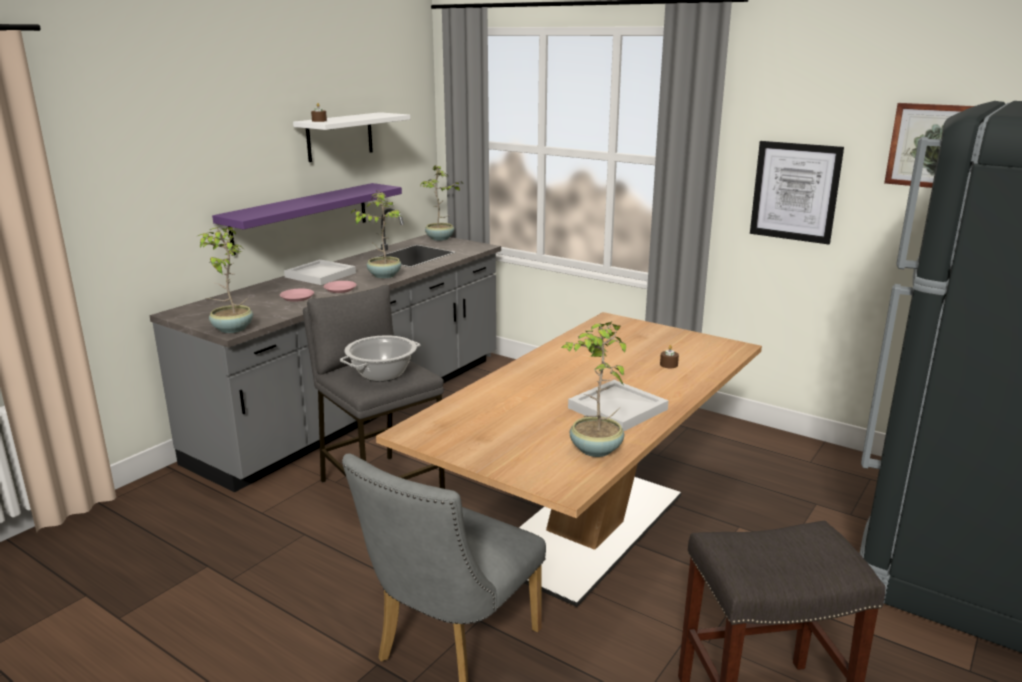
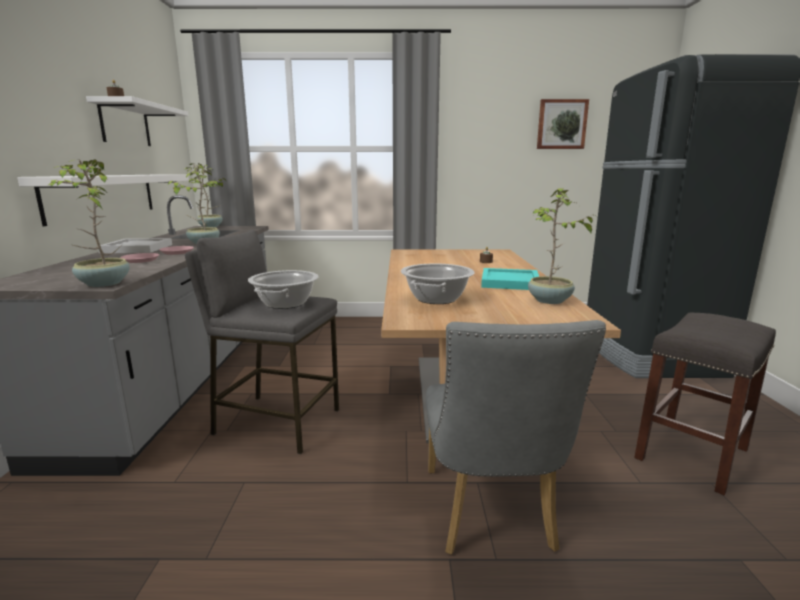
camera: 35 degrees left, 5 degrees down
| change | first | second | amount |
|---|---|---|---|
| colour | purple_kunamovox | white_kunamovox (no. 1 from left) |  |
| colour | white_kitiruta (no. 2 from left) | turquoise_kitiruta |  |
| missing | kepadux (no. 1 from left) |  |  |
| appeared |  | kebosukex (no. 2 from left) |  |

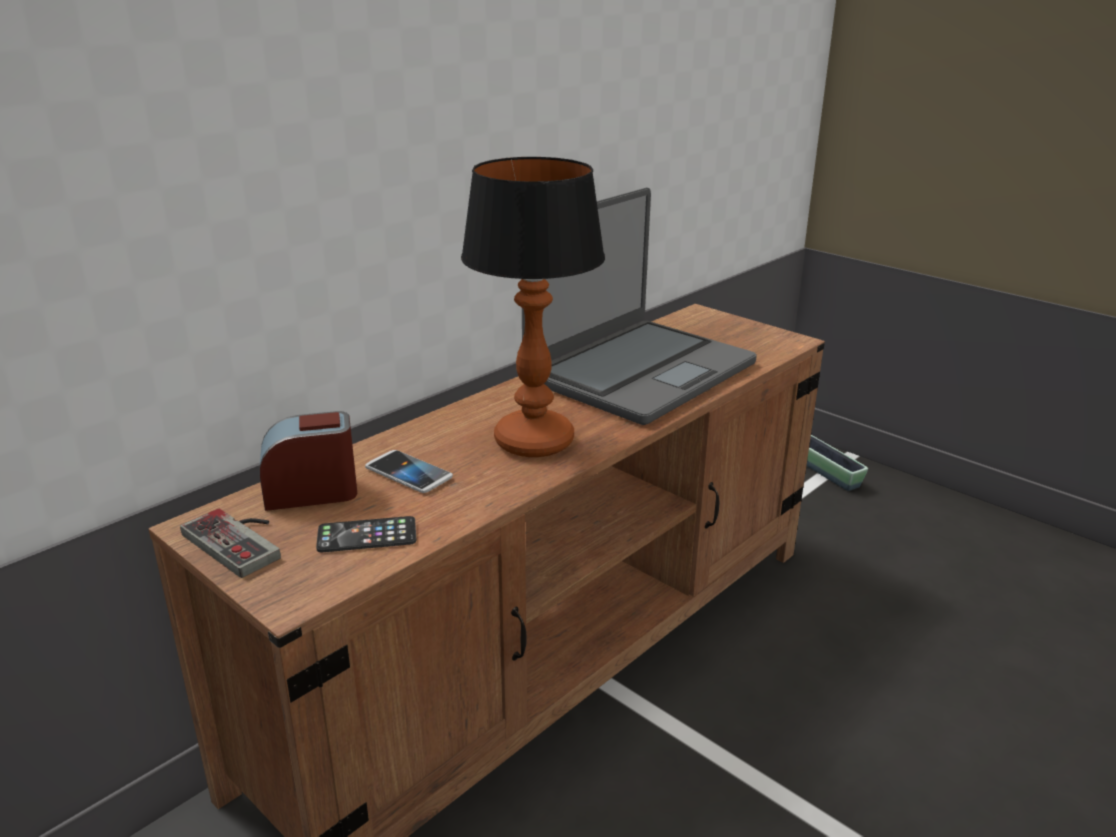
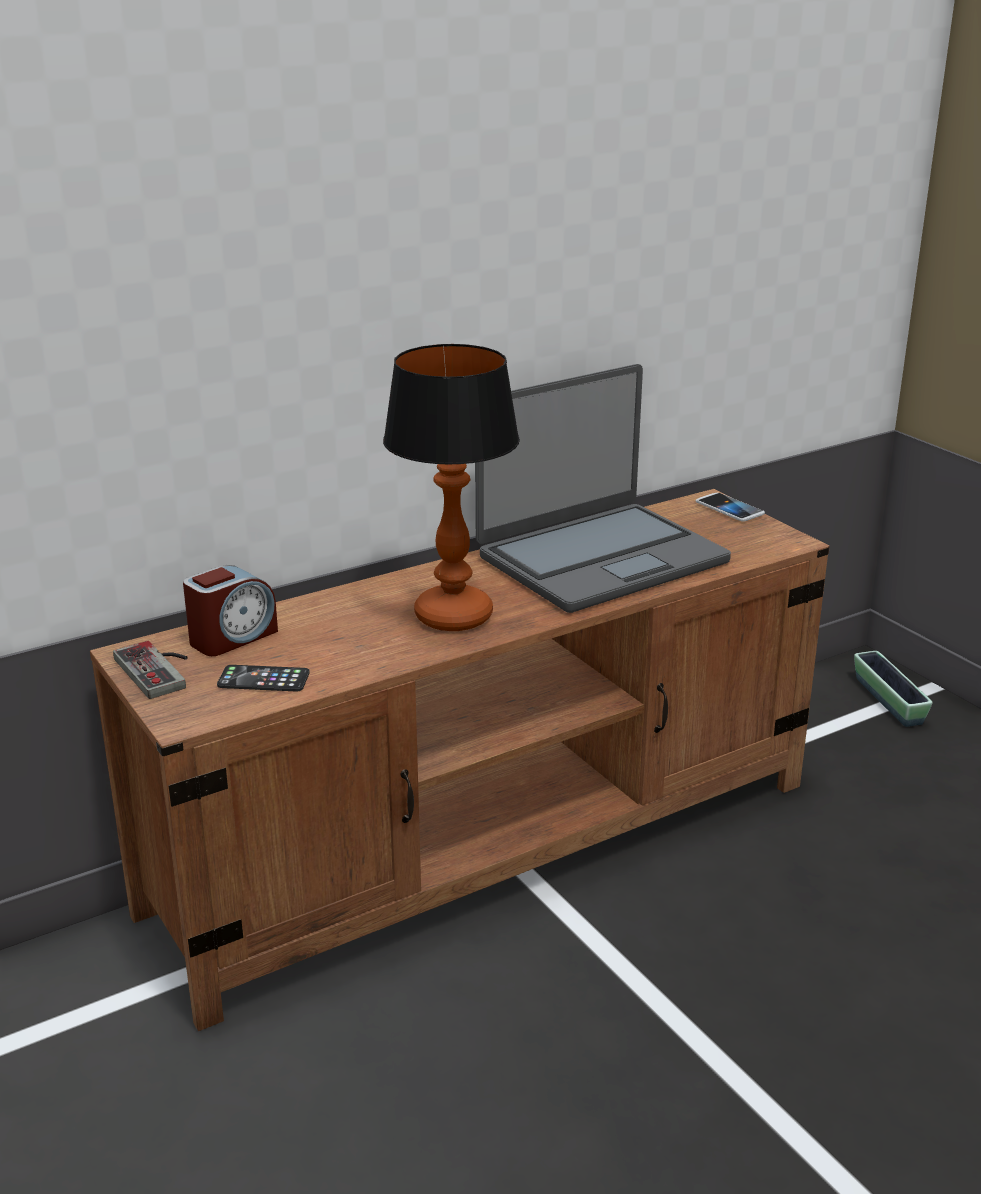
camera: 15 degrees right, 0 degrees up
| change | first | second | amount |
|---|---|---|---|
| spun | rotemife |  | 135 degrees clockwise |
| relocated | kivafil (no. 2 from left) |  |  |

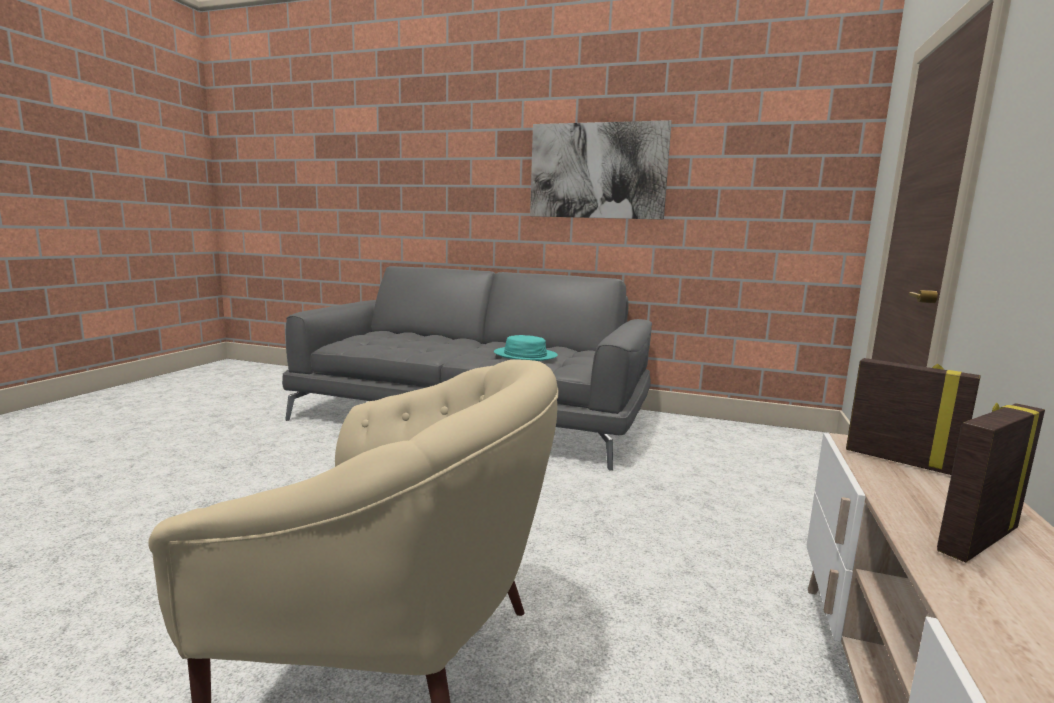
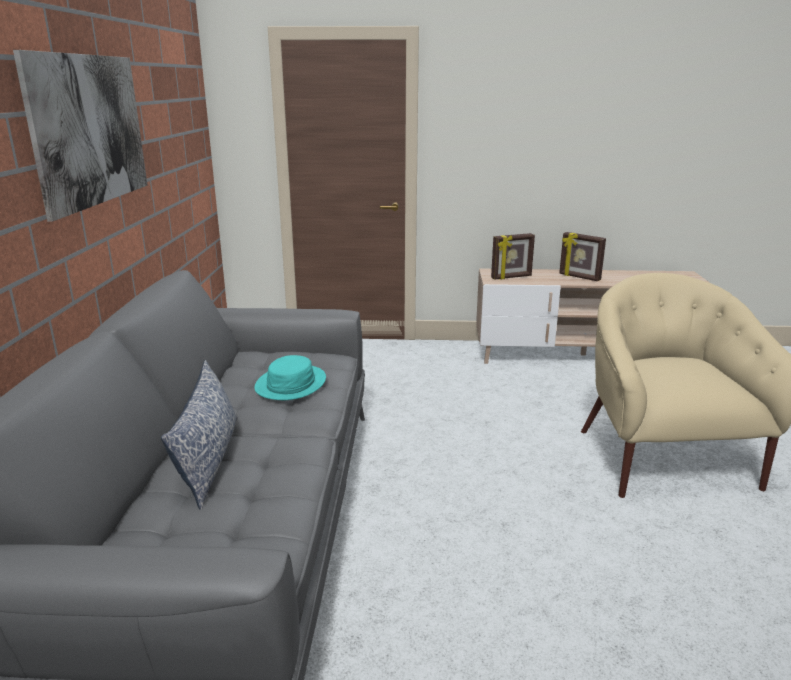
camera: 105 degrees left, 10 degrees up
| change | first | second | amount |
|---|---|---|---|
| spun | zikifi (no. 1 from left) |  | 135 degrees counterclockwise |
| appeared |  | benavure |  |

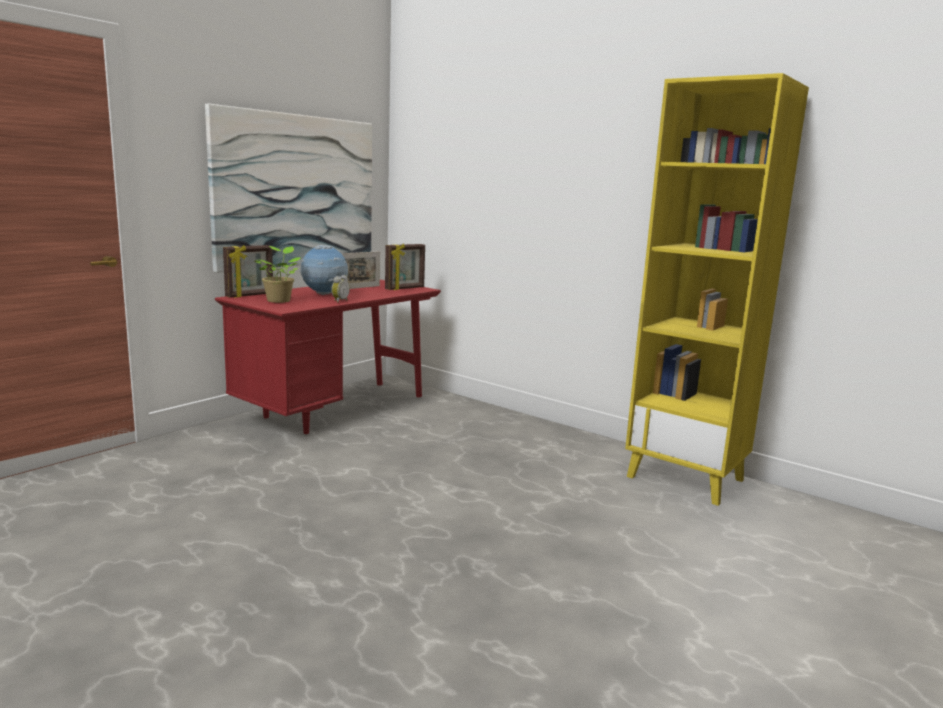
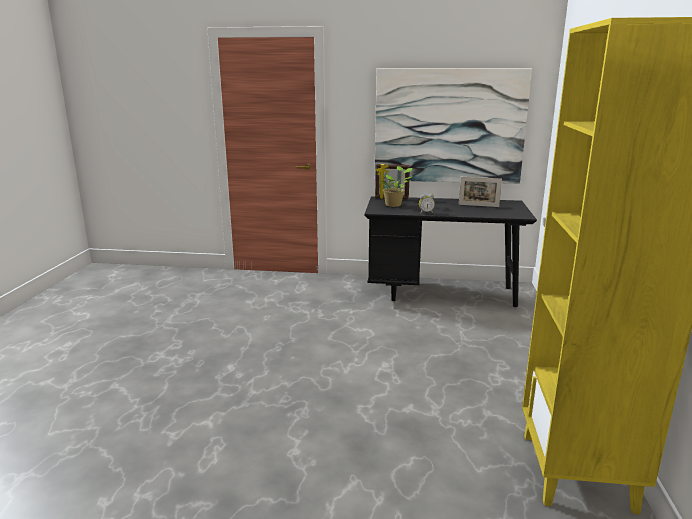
camera: 60 degrees right, 5 degrees up
| change | first | second | amount |
|---|---|---|---|
| colour | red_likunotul | black_likunotul |  |
| missing | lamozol |  |  |
| missing | zikifi (no. 3 from left) |  |  |

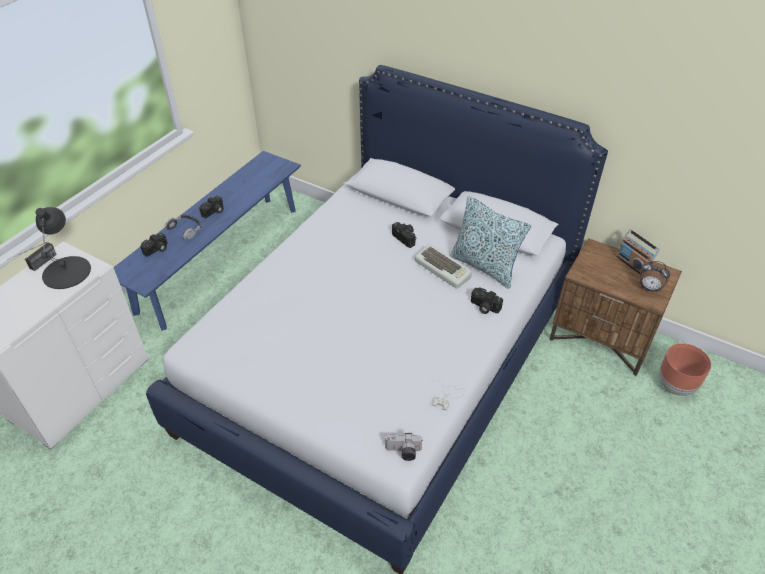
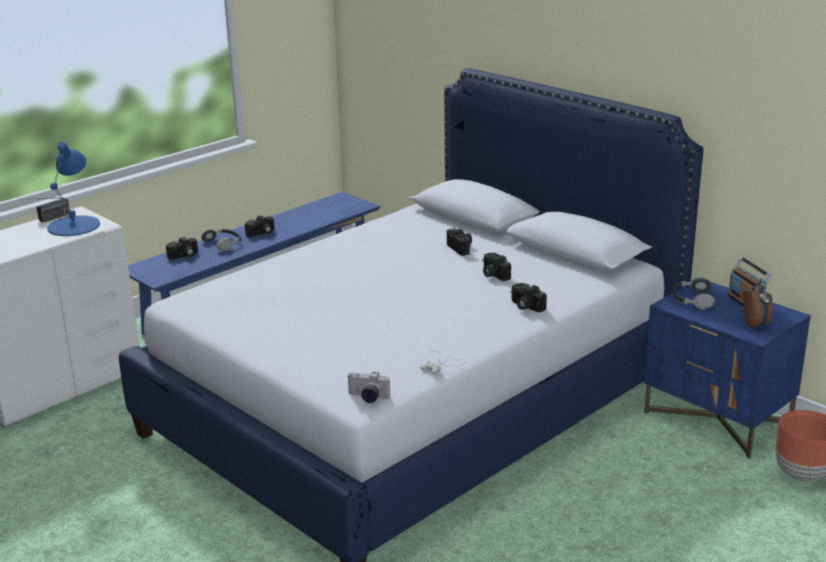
camera: 15 degrees right, 20 degrees down
| change | first | second | amount |
|---|---|---|---|
| colour | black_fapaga | blue_fapaga |  |
| exchanged | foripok | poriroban (no. 5 from left) |  |
| missing | benavure |  |  |
| colour | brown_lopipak | blue_lopipak |  |
| spun | rotemife |  | 135 degrees counterclockwise |
| appeared |  | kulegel (no. 2 from left) |  |

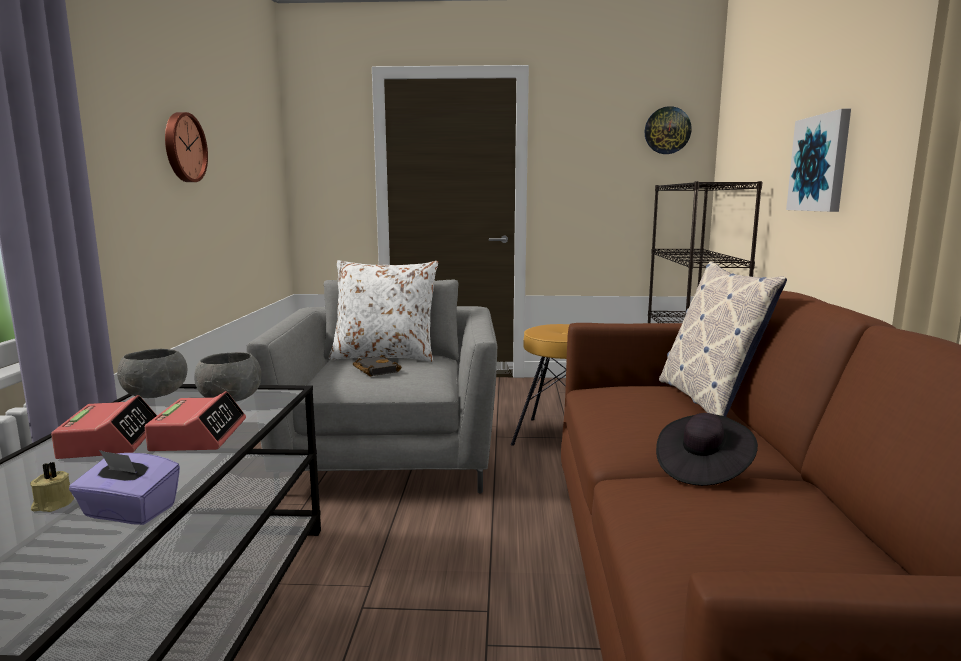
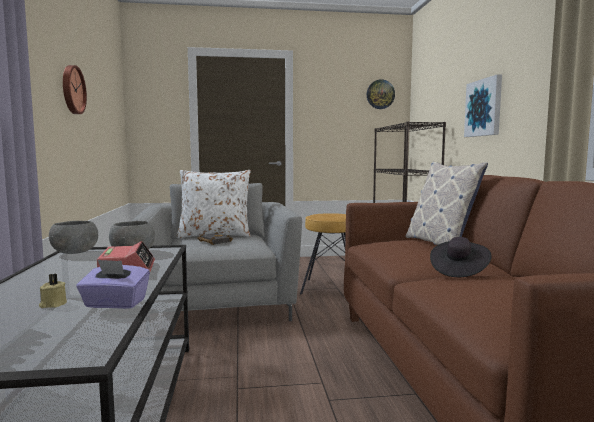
camera: 10 degrees left, 5 degrees down
| change | first | second | amount |
|---|---|---|---|
| missing | rotemife (no. 1 from left) |  |  |

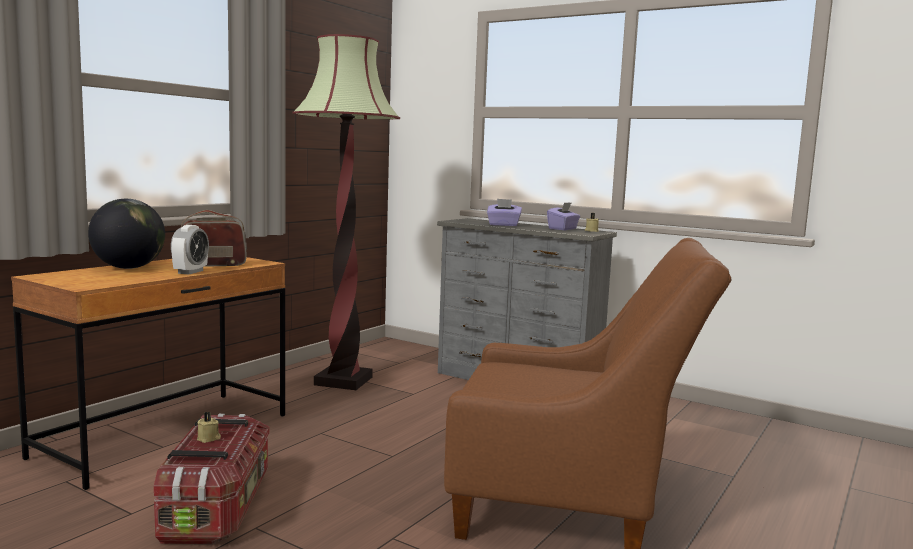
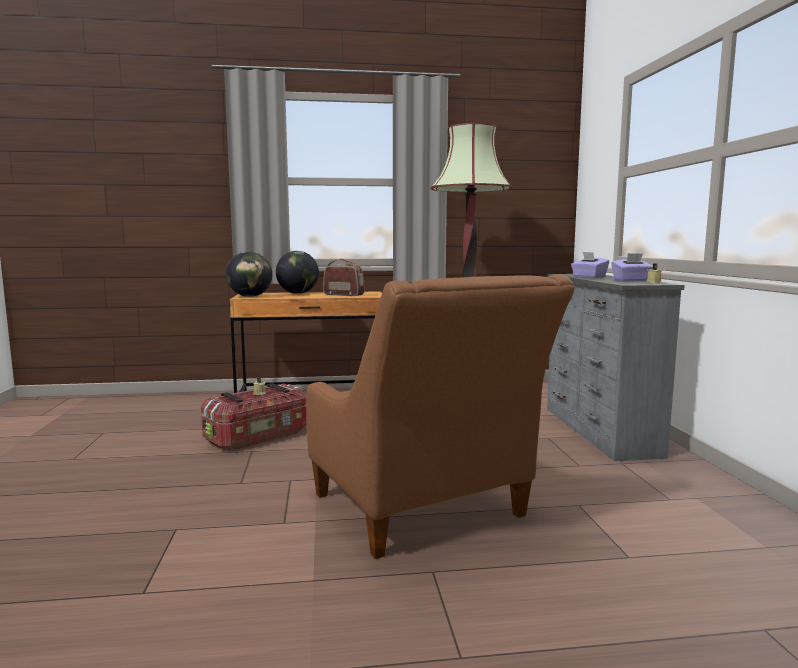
camera: 50 degrees right, 0 degrees up
| change | first | second | amount |
|---|---|---|---|
| missing | rotemife |  |  |
| appeared |  | lamozol (no. 1 from left) |  |

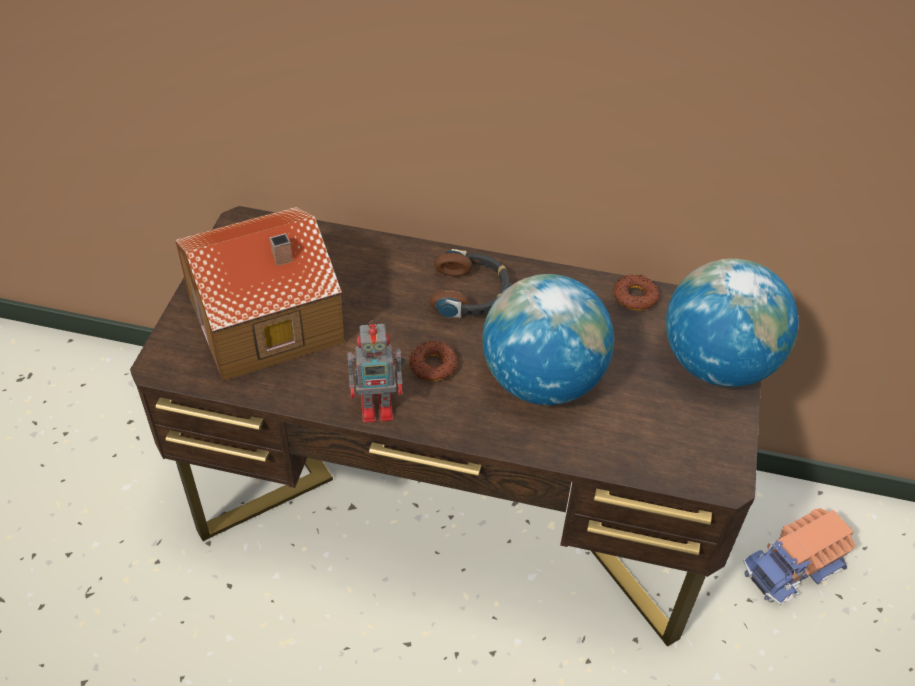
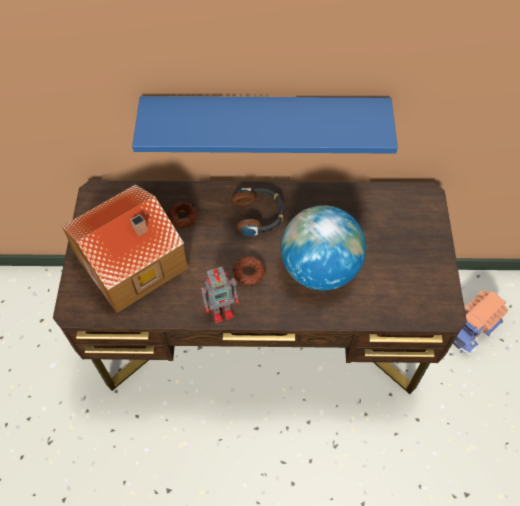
camera: 10 degrees left, 10 degrees up
| change | first | second | amount |
|---|---|---|---|
| relocated | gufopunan (no. 2 from left in the first image) | gufopunan (no. 1 from left) |  |
| missing | lamozol (no. 2 from left) |  |  |
| appeared |  | blue_kunamovox |  |

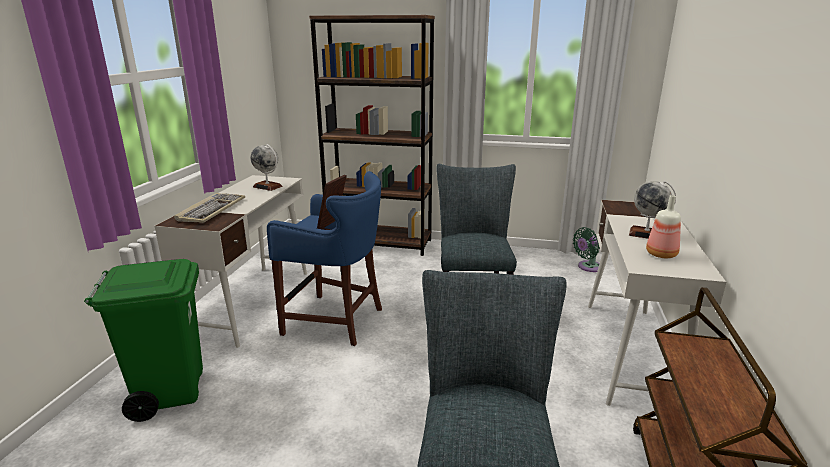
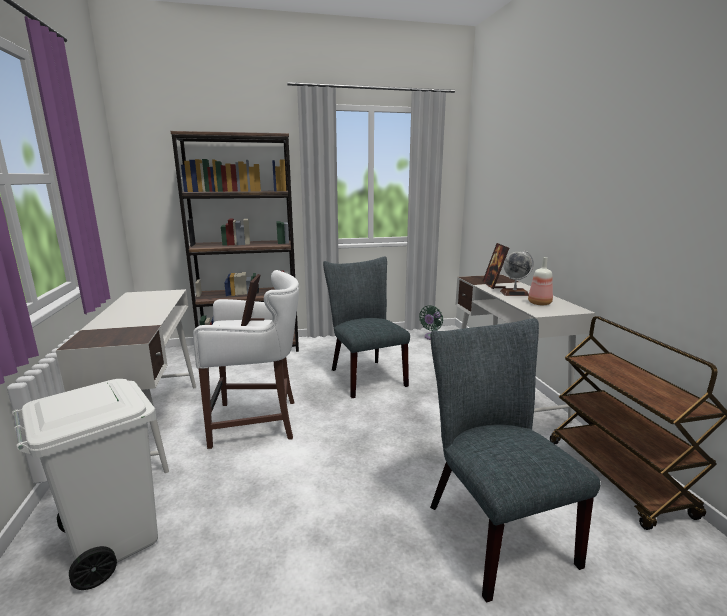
camera: 25 degrees left, 5 degrees down
| change | first | second | amount |
|---|---|---|---|
| colour | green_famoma | white_famoma |  |
| missing | foripok |  |  |
| missing | lamozol (no. 1 from left) |  |  |
| colour | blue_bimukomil | white_bimukomil |  |
| appeared |  | zikifi (no. 2 from left) |  |

